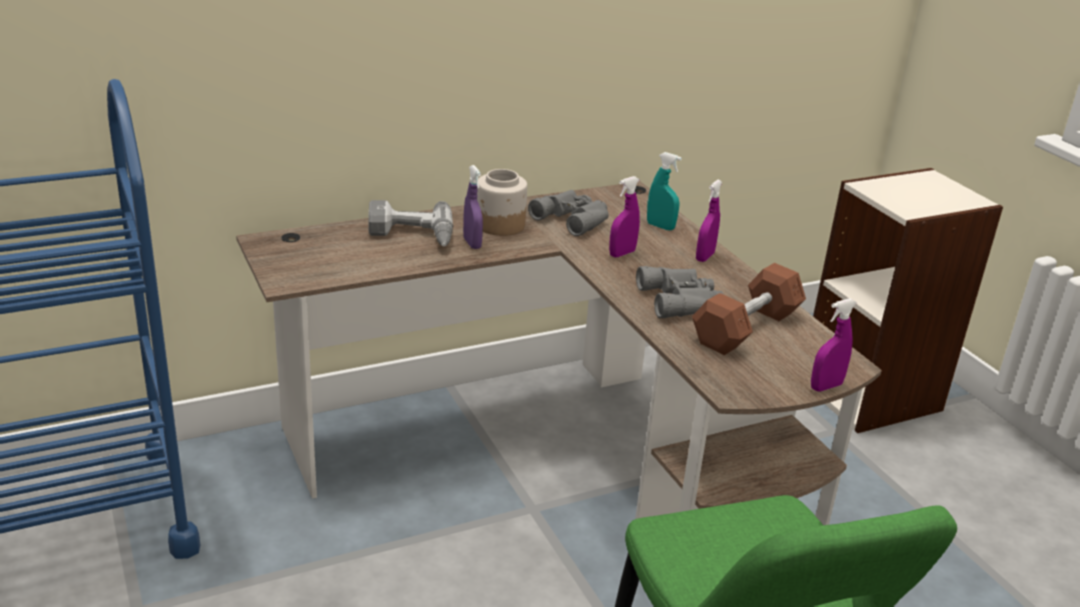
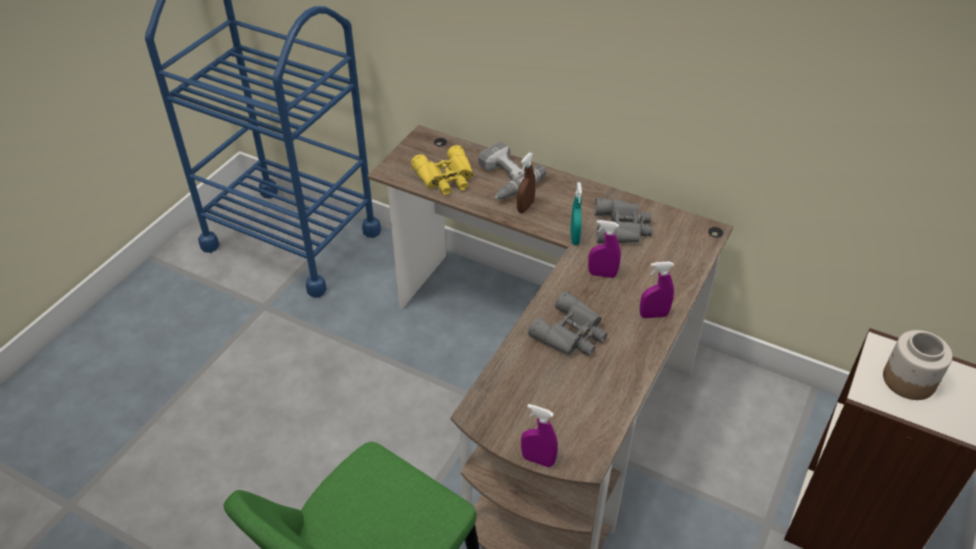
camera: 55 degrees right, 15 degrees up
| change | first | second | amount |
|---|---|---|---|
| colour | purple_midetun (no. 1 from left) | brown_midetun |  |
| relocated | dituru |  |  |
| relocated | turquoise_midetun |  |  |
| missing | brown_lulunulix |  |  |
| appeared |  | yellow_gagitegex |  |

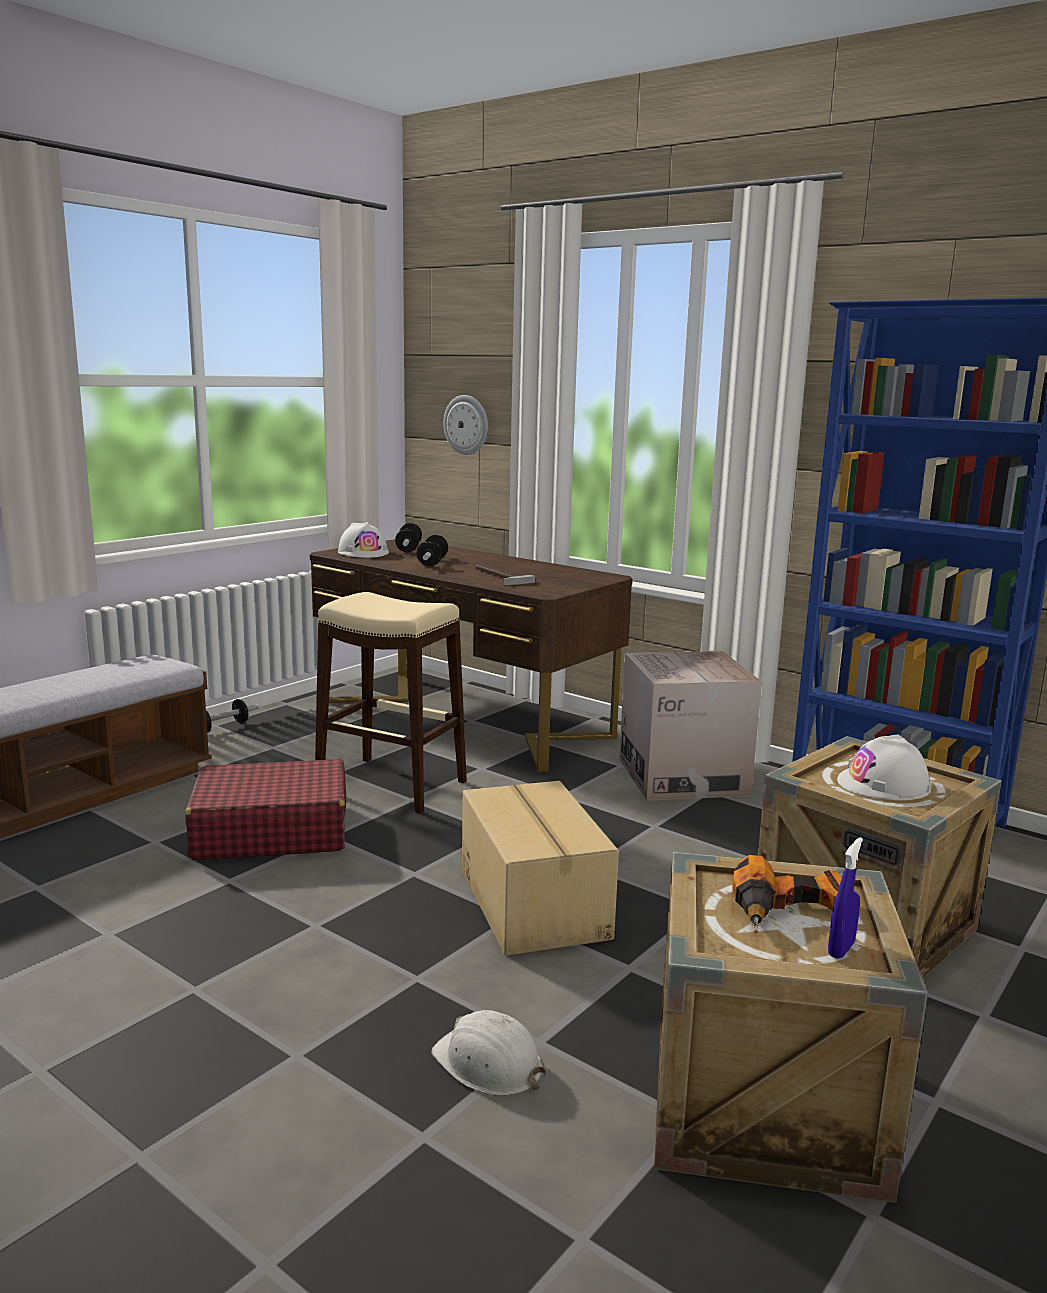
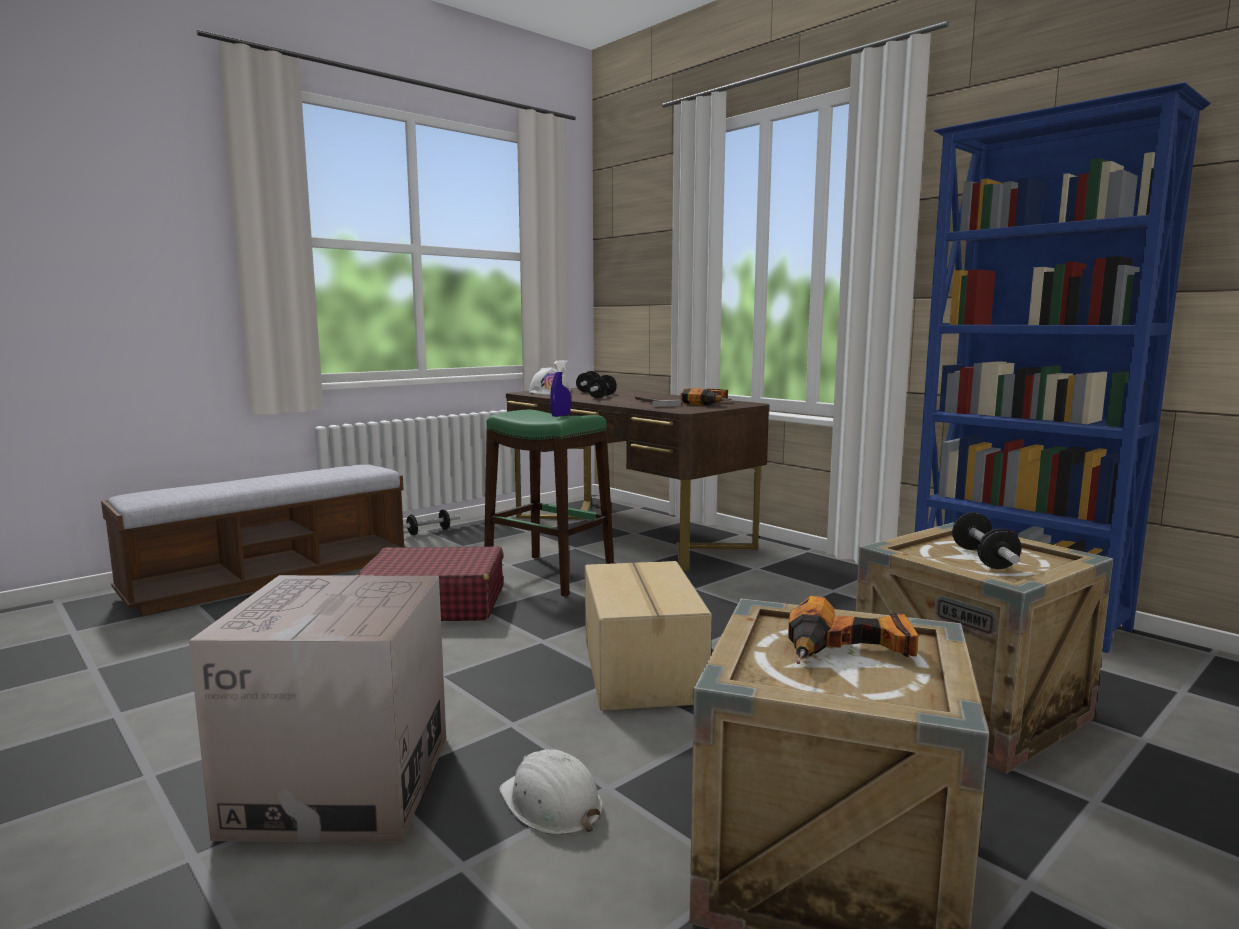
camera: 10 degrees right, 5 degrees down
| change | first | second | amount |
|---|---|---|---|
| colour | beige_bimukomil | green_bimukomil |  |
| missing | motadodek |  |  |
| relocated | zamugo (no. 2 from left in the first image) | zamugo (no. 1 from left) |  |
| relocated | blue_midetun |  |  |
| exchanged | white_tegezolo (no. 3 from left) | lulunulix (no. 4 from left) |  |
| appeared |  | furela (no. 1 from left) |  |

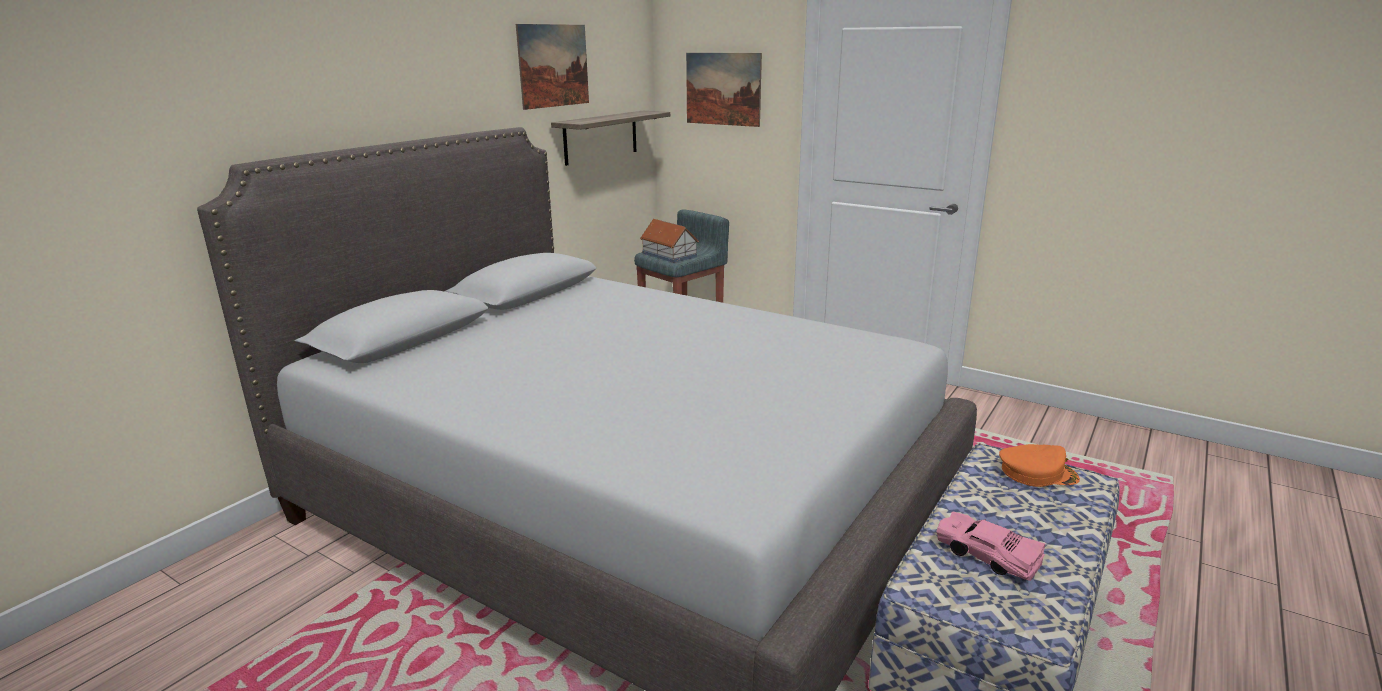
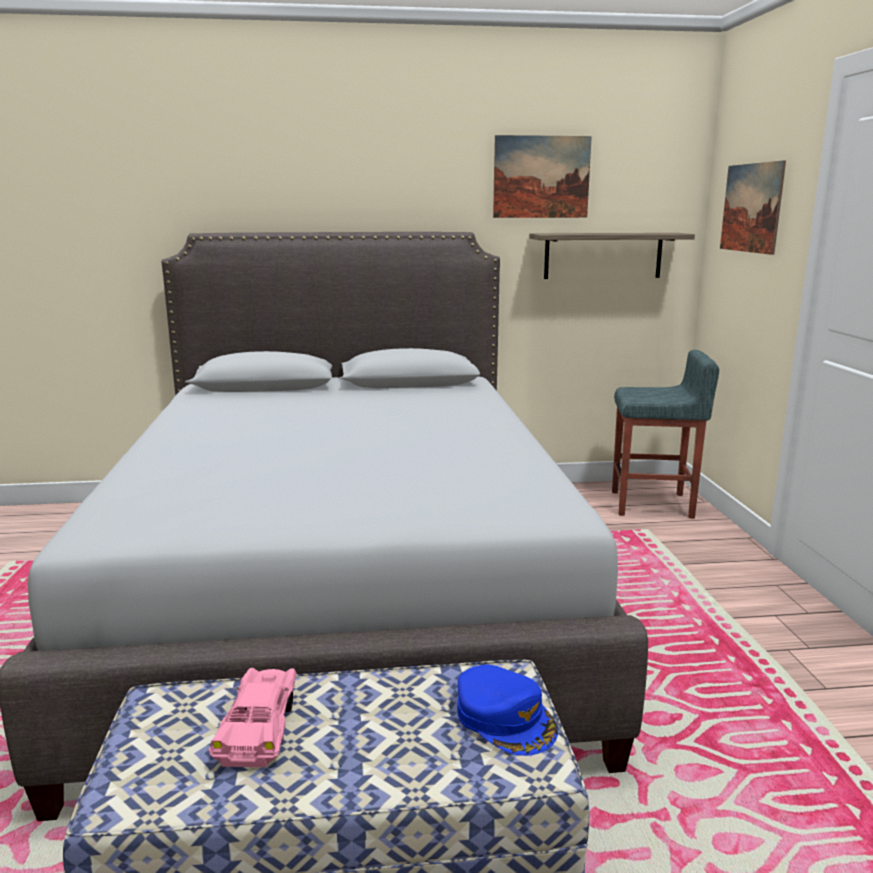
camera: 50 degrees right, 5 degrees down
| change | first | second | amount |
|---|---|---|---|
| missing | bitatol |  |  |
| colour | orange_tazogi | blue_tazogi |  |

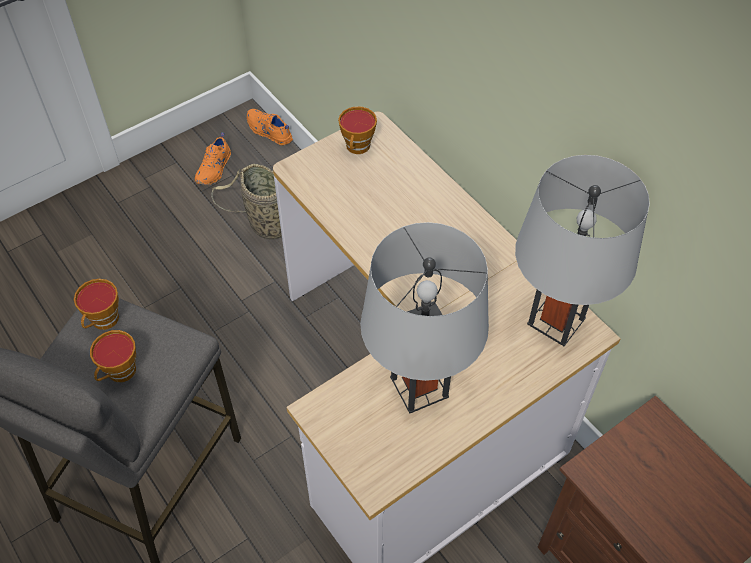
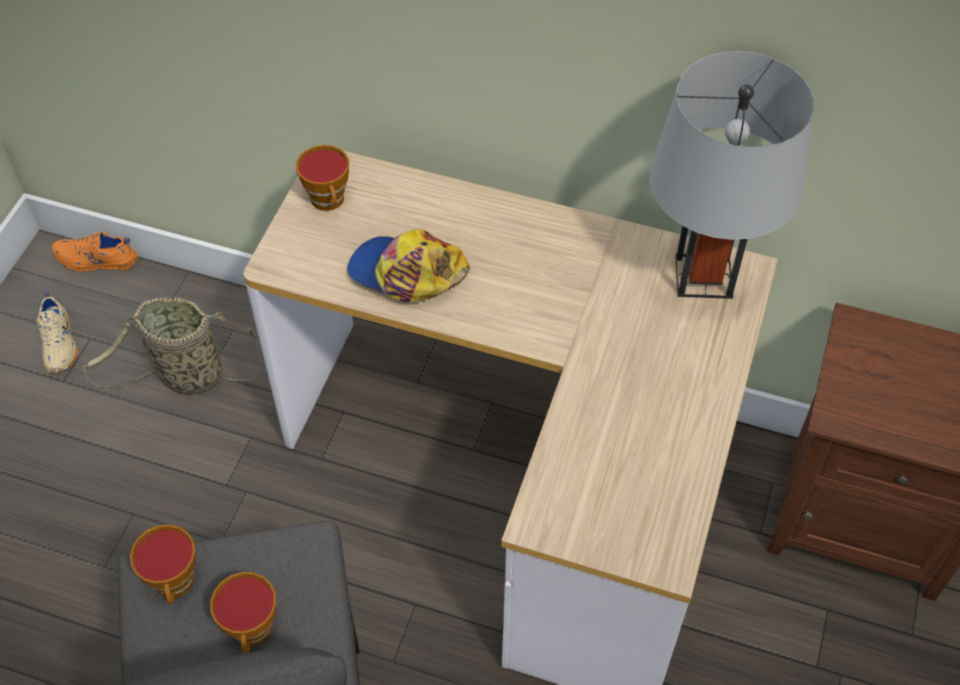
camera: 35 degrees left, 0 degrees up
| change | first | second | amount |
|---|---|---|---|
| colour | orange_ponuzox (no. 1 from left) | beige_ponuzox |  |
| missing | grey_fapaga (no. 1 from left) |  |  |
| appeared |  | tazogi |  |

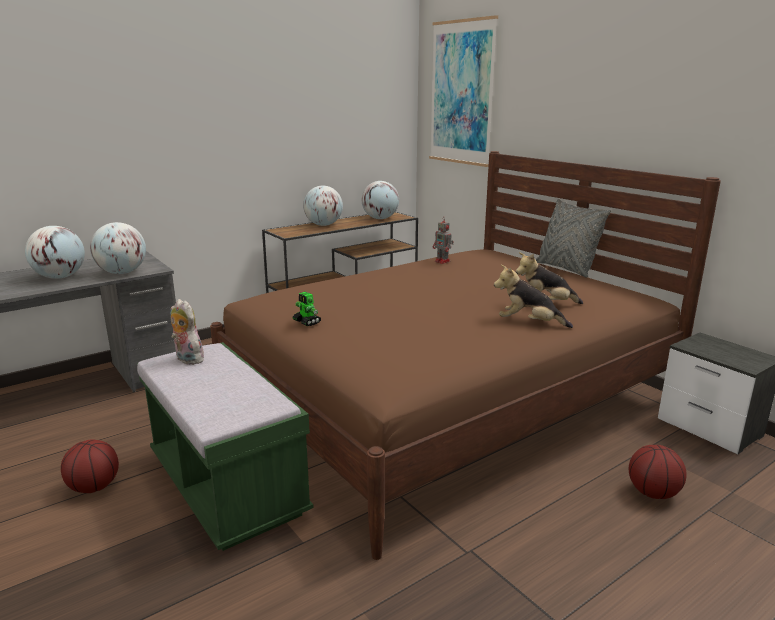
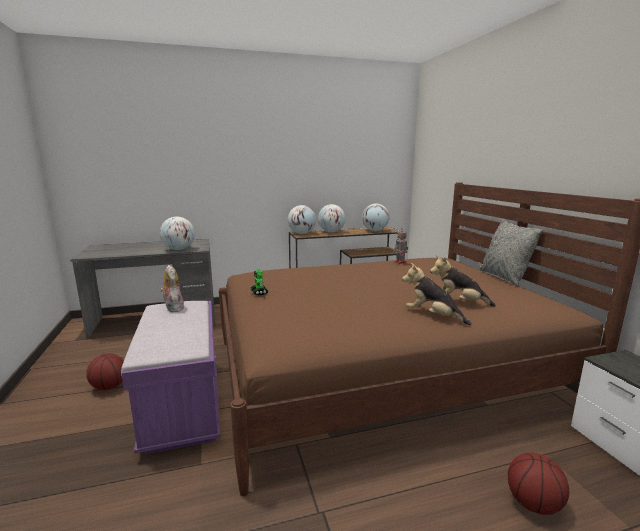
camera: 20 degrees right, 5 degrees down
| change | first | second | amount |
|---|---|---|---|
| relocated | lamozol (no. 1 from left in the first image) | lamozol (no. 2 from left) |  |
| colour | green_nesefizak | purple_nesefizak |  |
| missing | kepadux |  |  |

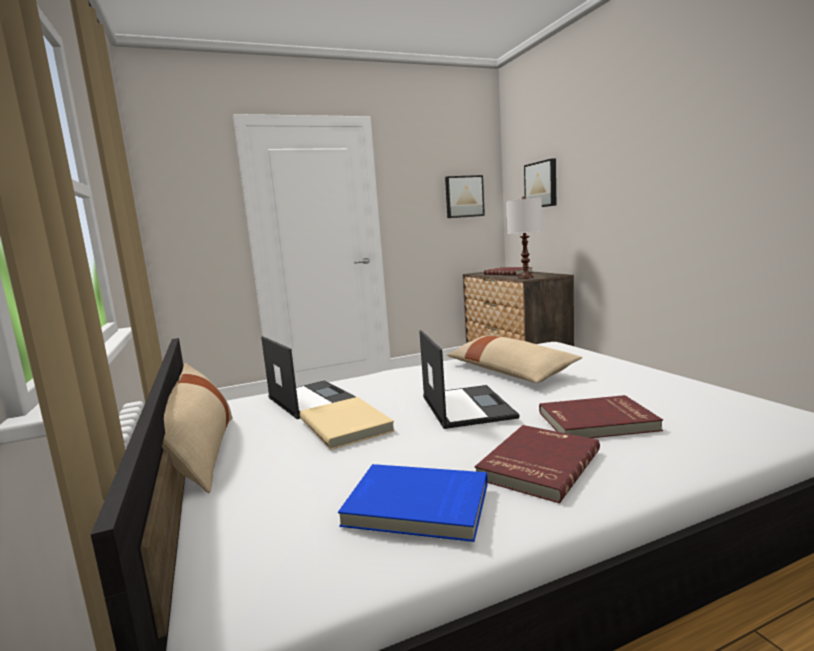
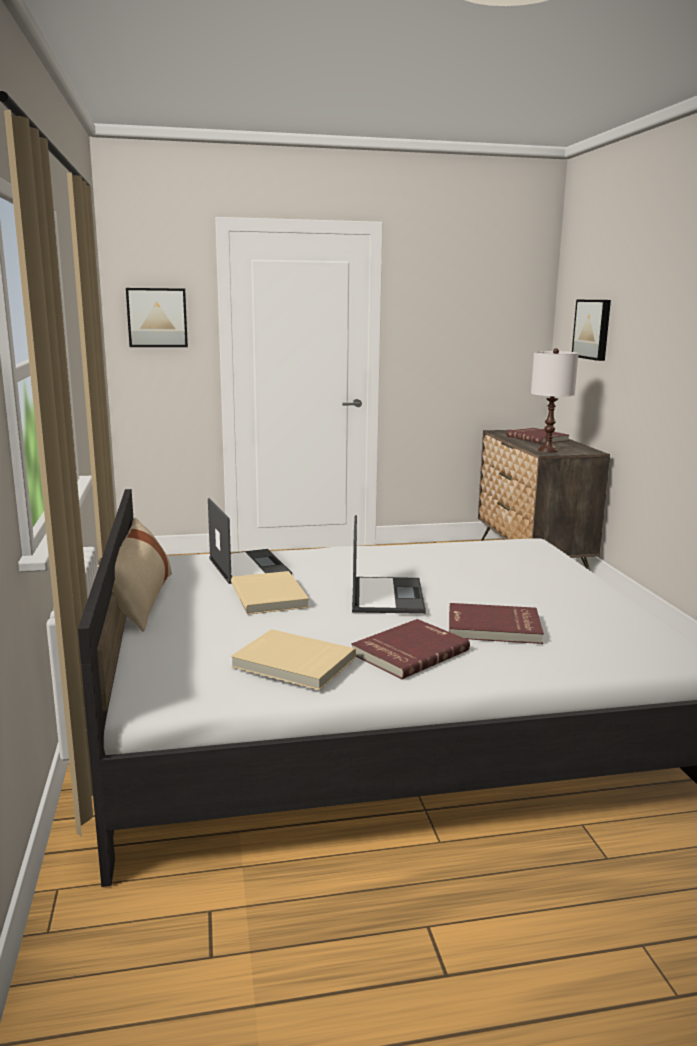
camera: 10 degrees right, 5 degrees up
| change | first | second | amount |
|---|---|---|---|
| colour | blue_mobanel | beige_mobanel (no. 2 from left) |  |
| relocated | kepadux (no. 1 from left) |  |  |
| missing | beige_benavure (no. 2 from left) |  |  |

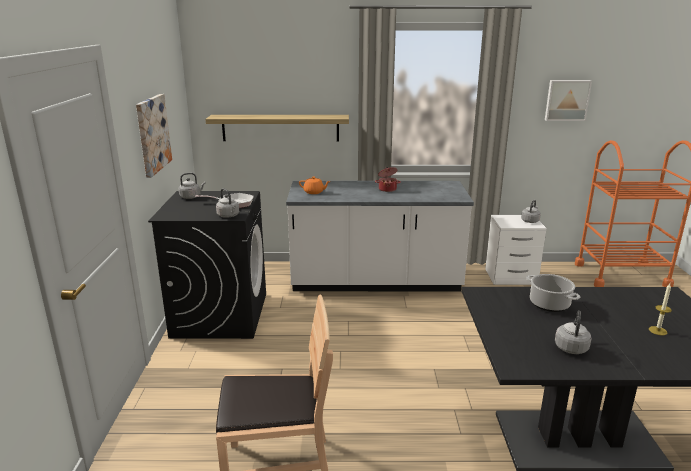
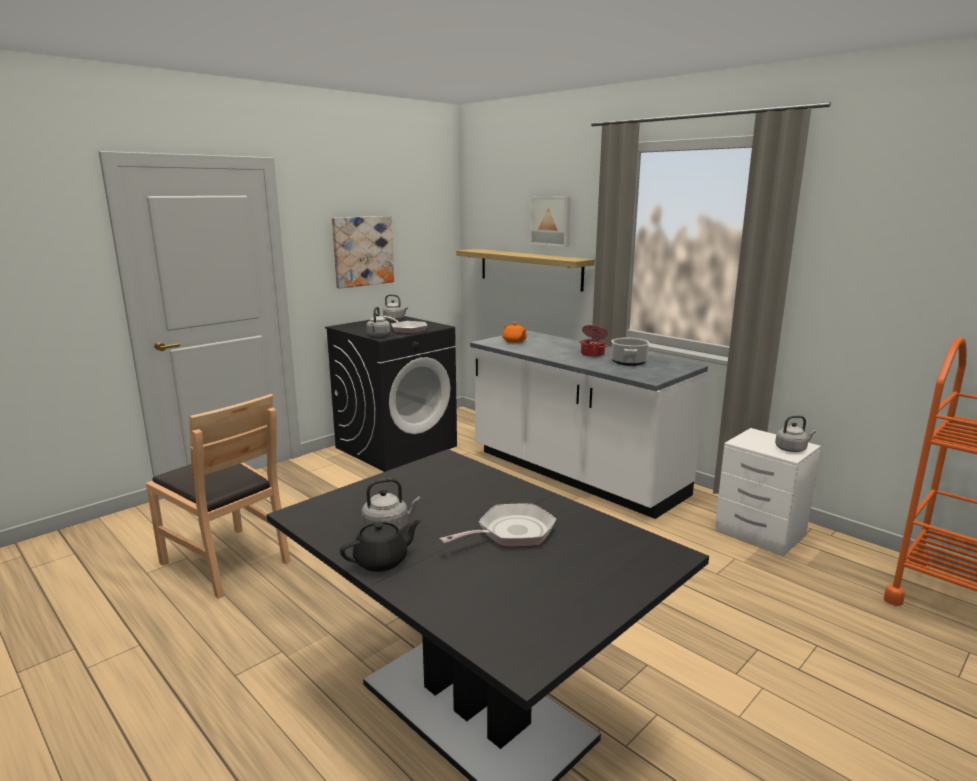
camera: 45 degrees right, 5 degrees down
| change | first | second | amount |
|---|---|---|---|
| relocated | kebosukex (no. 2 from left) |  |  |
| relocated | kepadux (no. 2 from left) |  |  |
| missing | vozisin |  |  |
| appeared |  | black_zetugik |  |
| appeared |  | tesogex (no. 2 from left) |  |

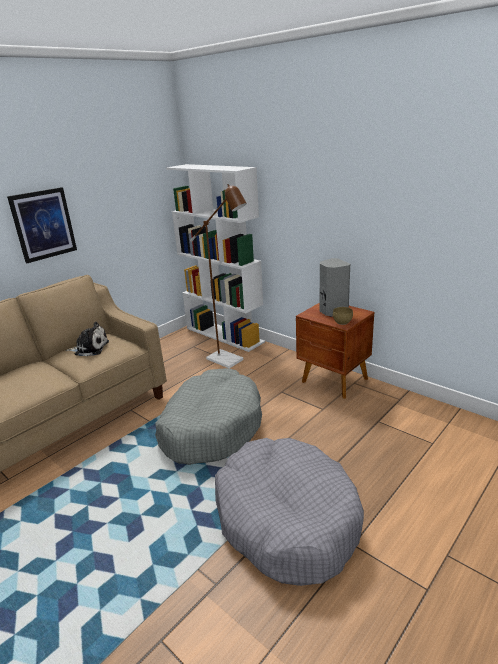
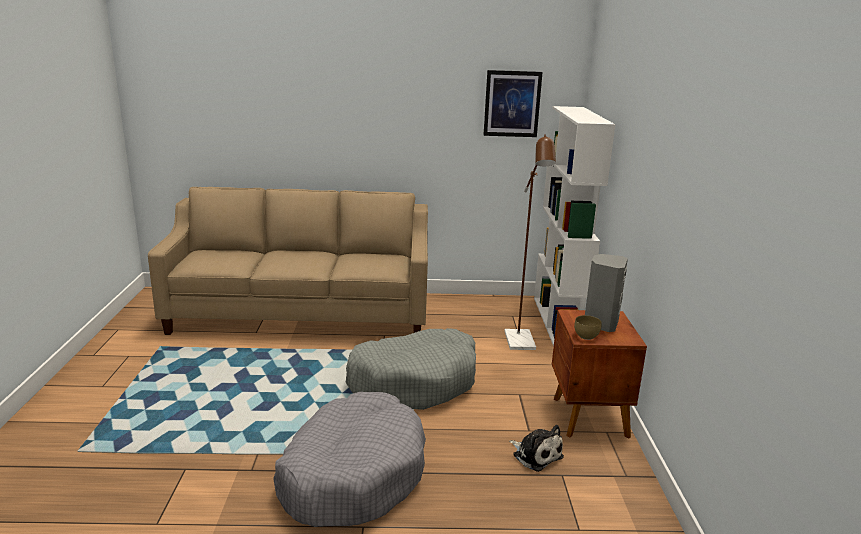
camera: 45 degrees right, 5 degrees down
| change | first | second | amount |
|---|---|---|---|
| relocated | kepadux |  |  |
| relocated | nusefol |  |  |

